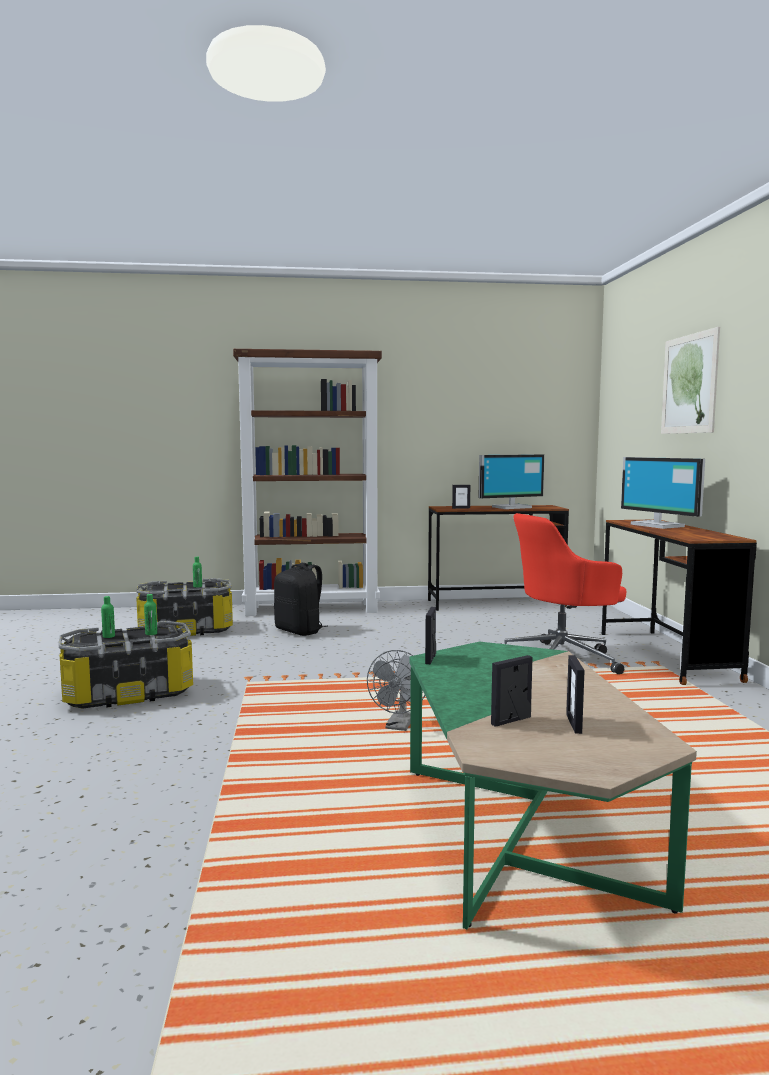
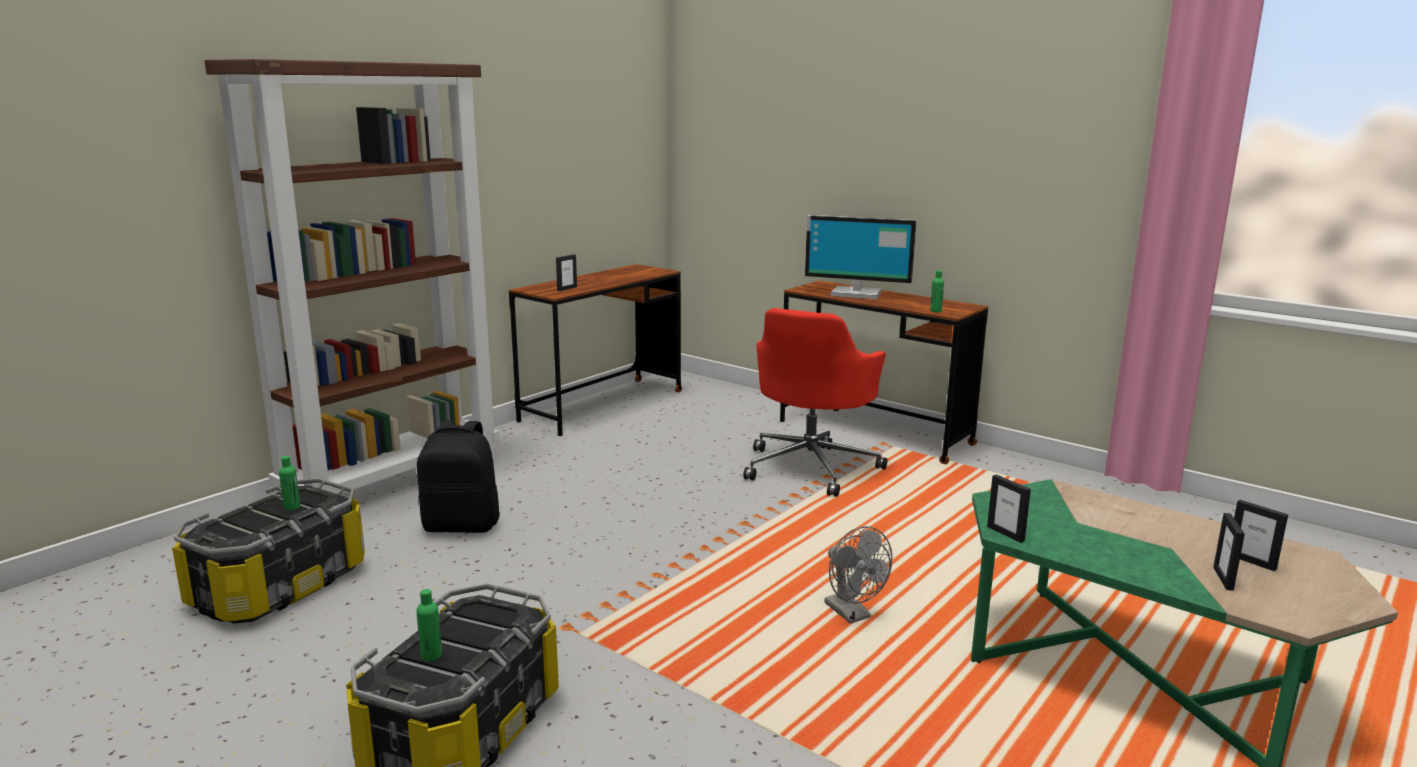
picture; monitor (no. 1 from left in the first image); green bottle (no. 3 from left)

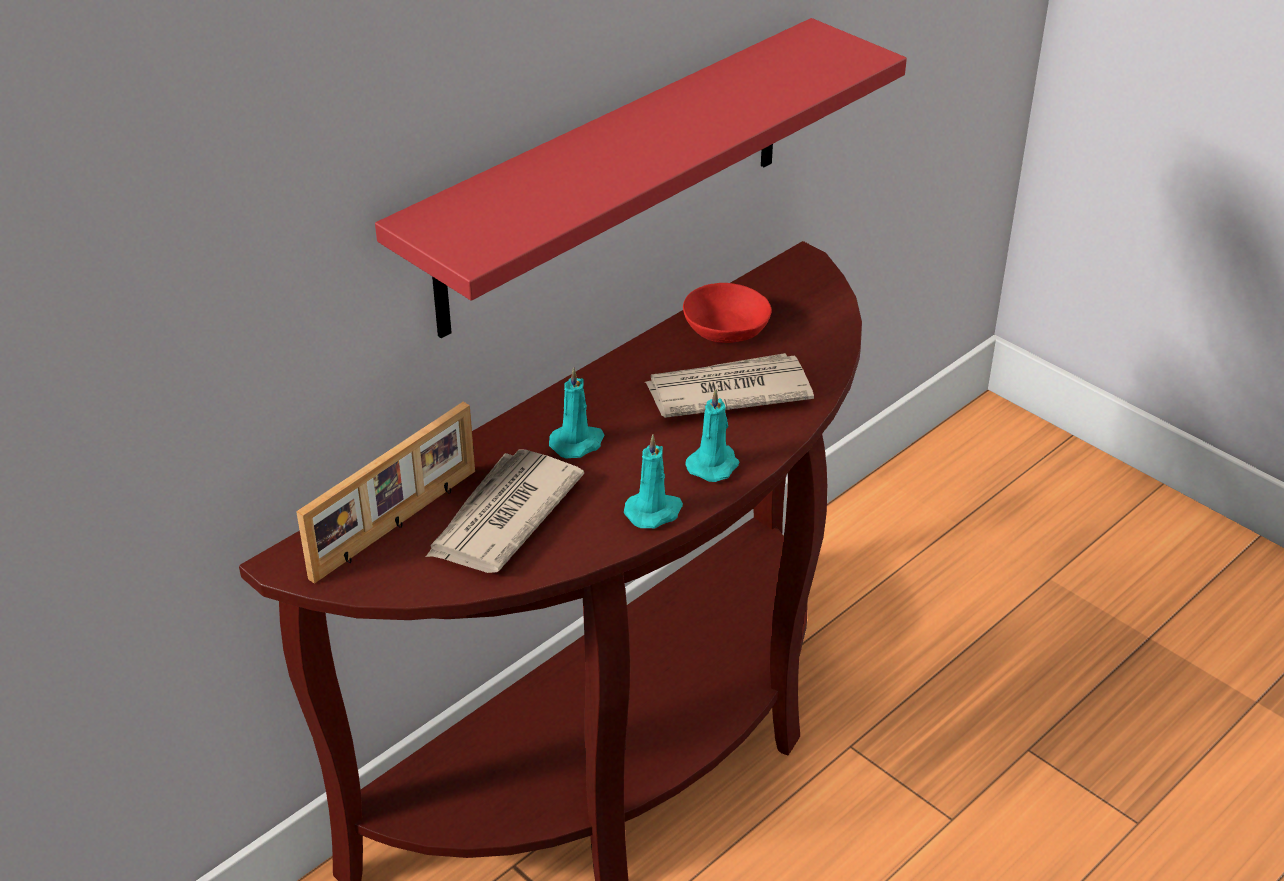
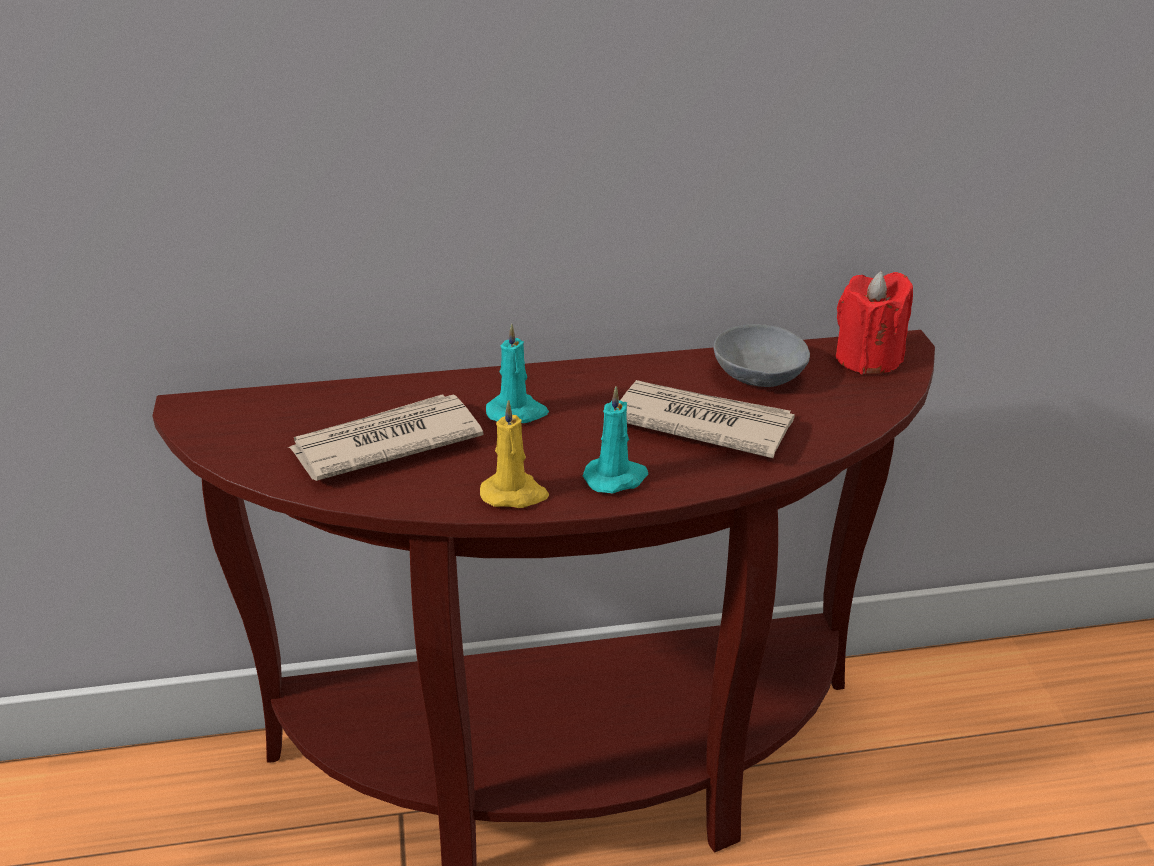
red shelf; grey bowl; picture frame; yellow candle; red candle

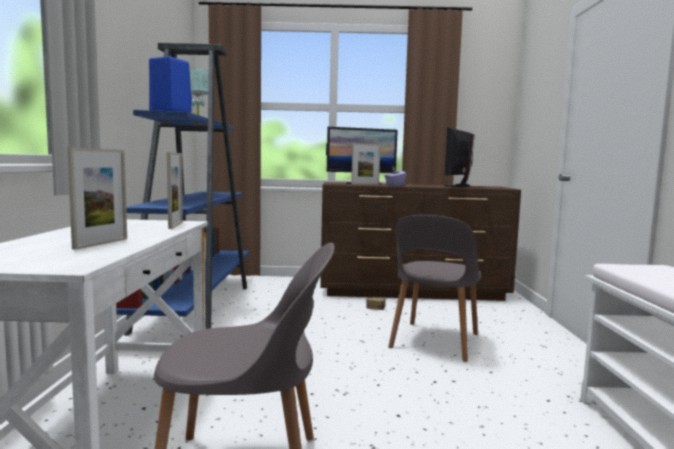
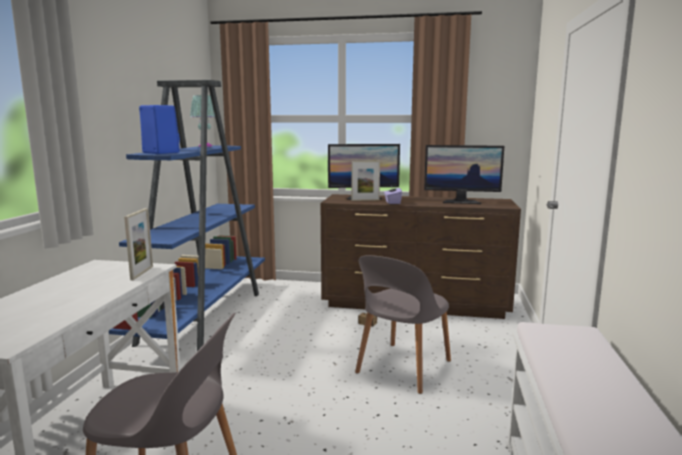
monitor (no. 2 from left); picture frame (no. 1 from left in the first image)

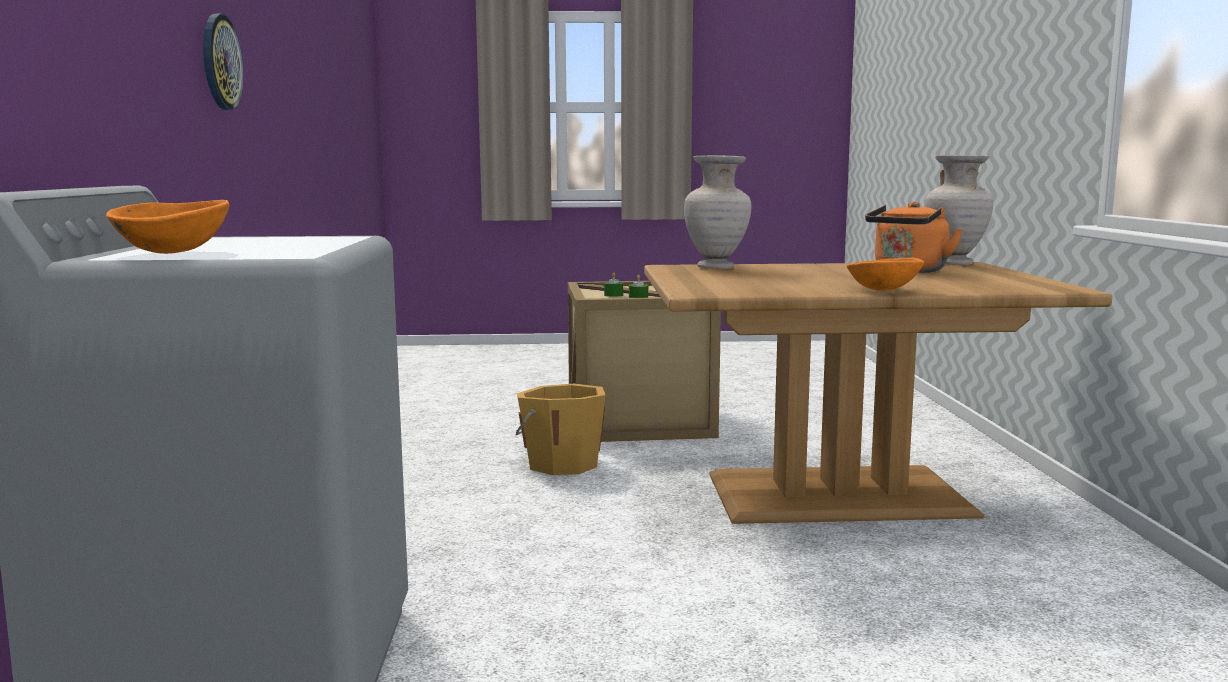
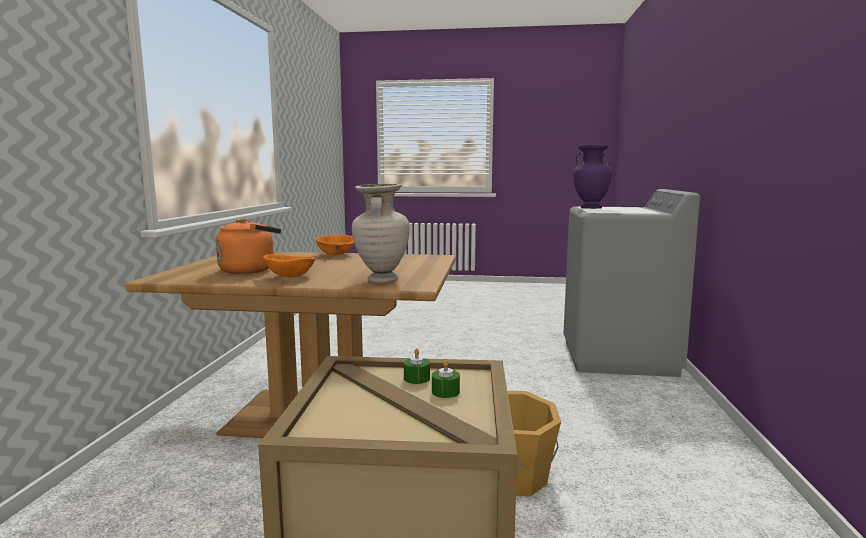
wall clock; beige vase (no. 2 from left in the first image); orange bowl (no. 1 from left); purple vase

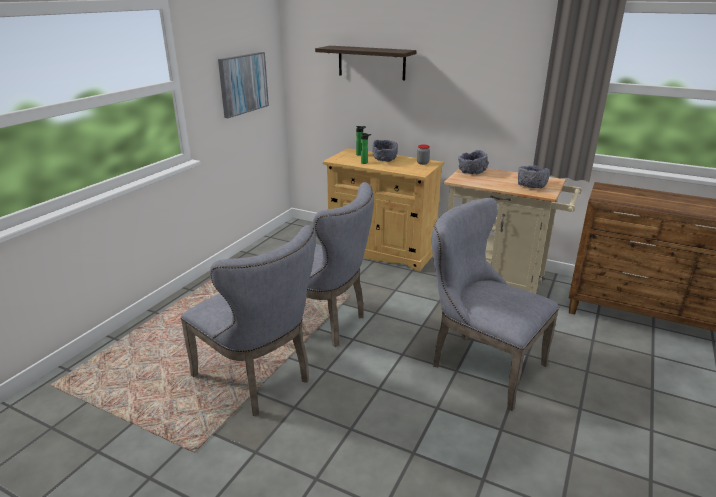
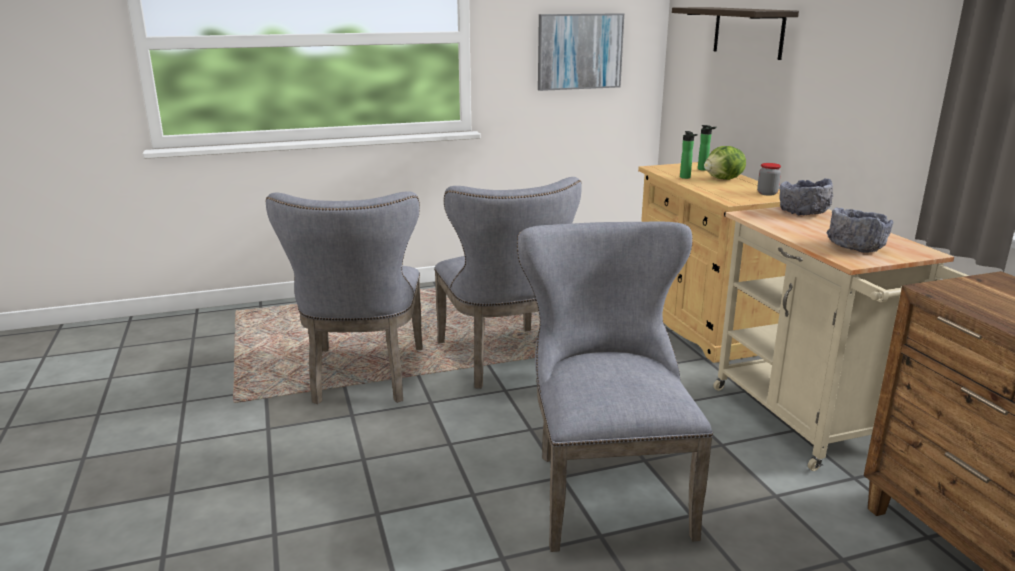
lettuce

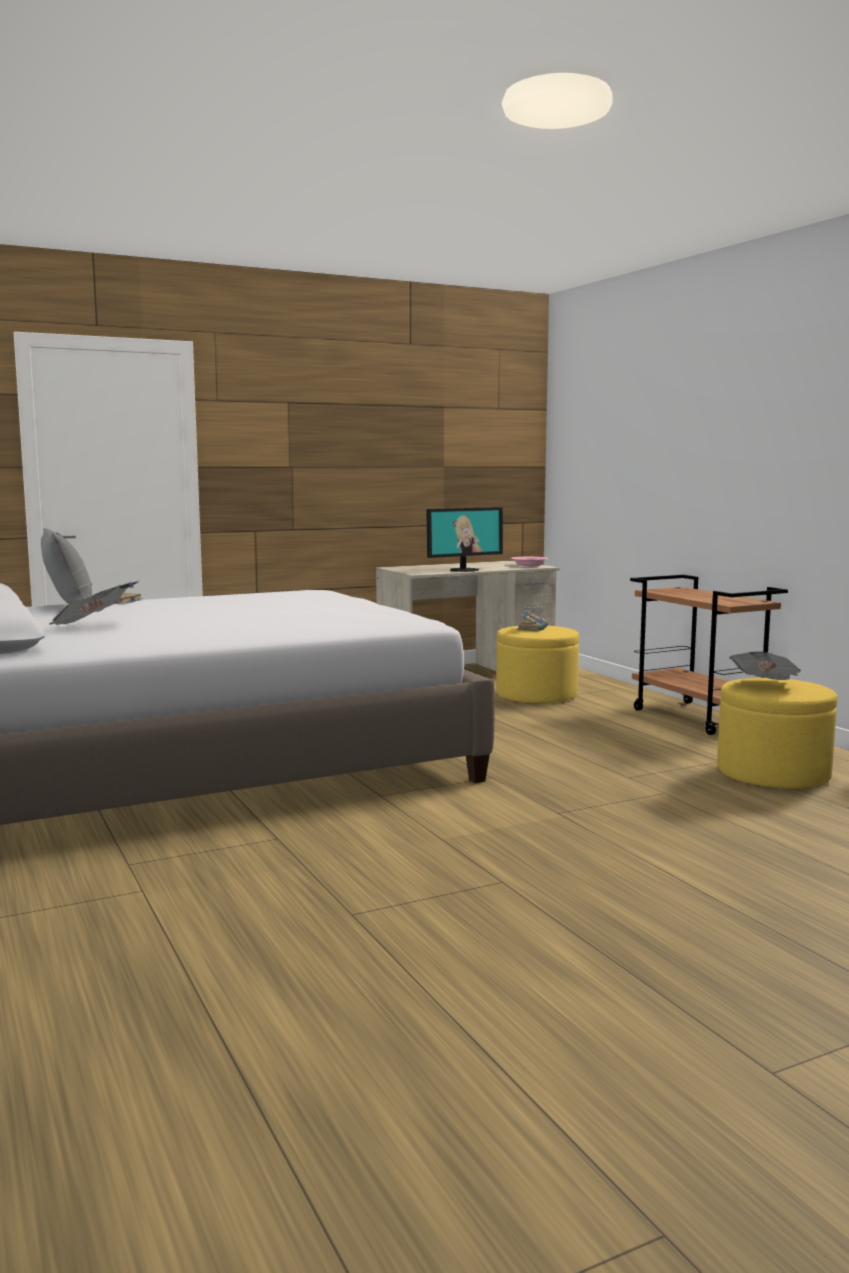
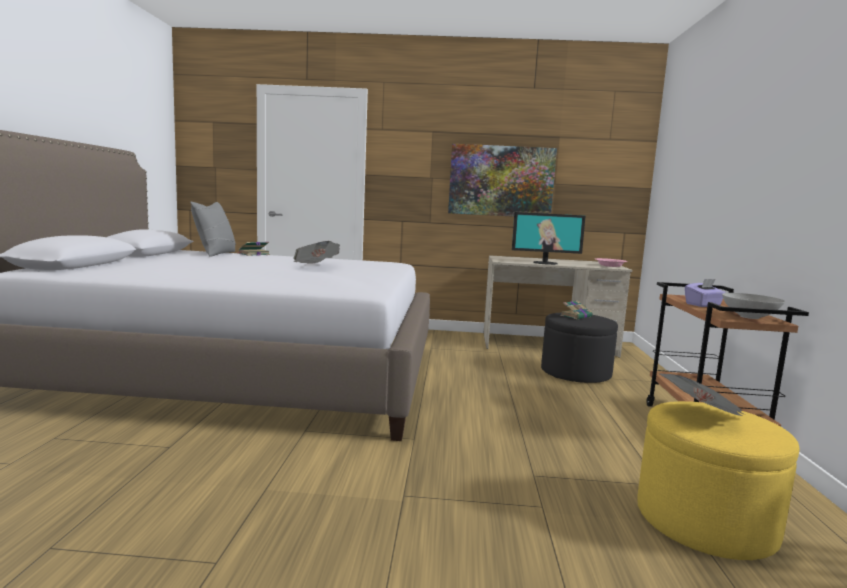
newspaper (no. 1 from left); black ottoman; picture; purple tissue box; grey bowl

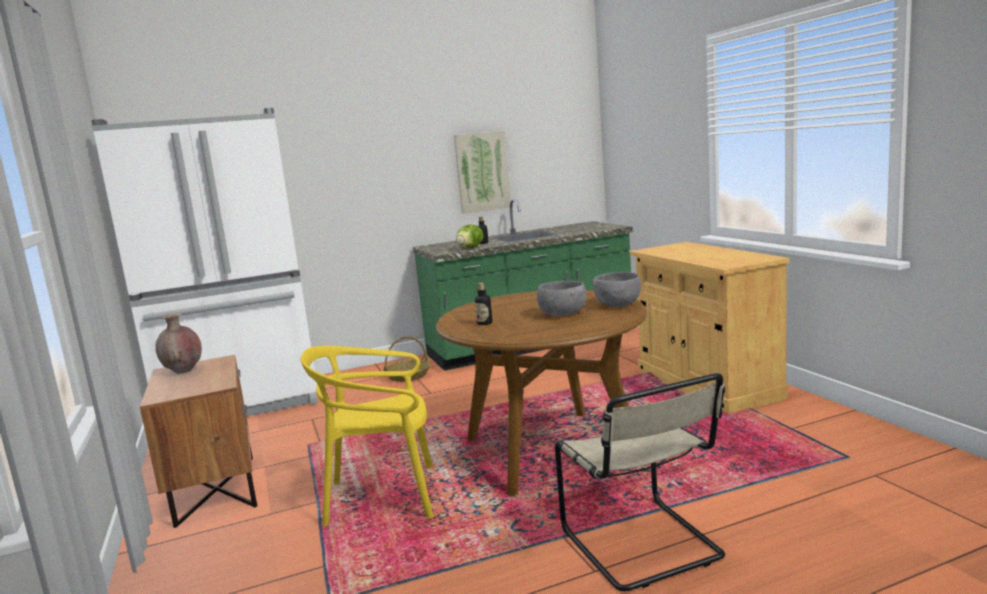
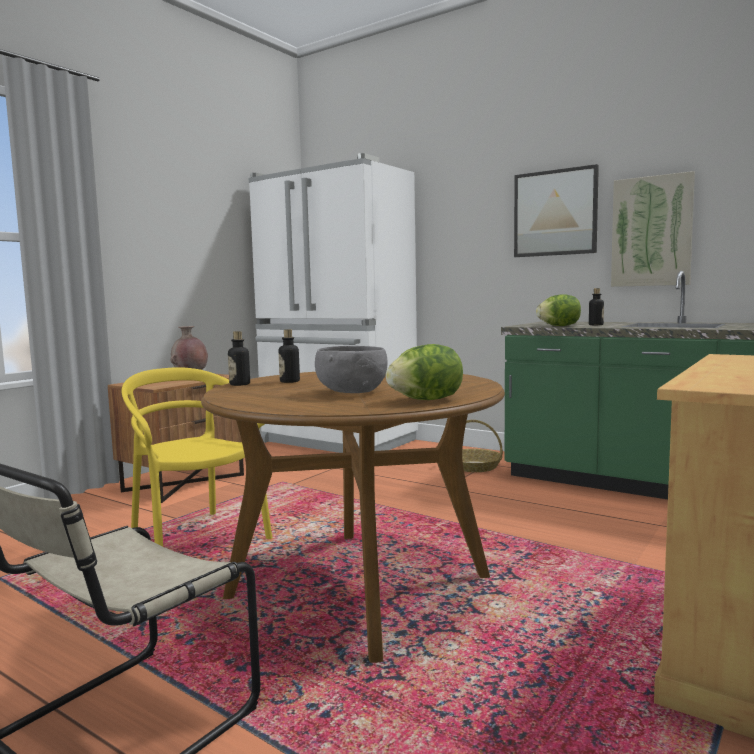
lettuce (no. 1 from left); picture (no. 1 from left); bottle (no. 1 from left)

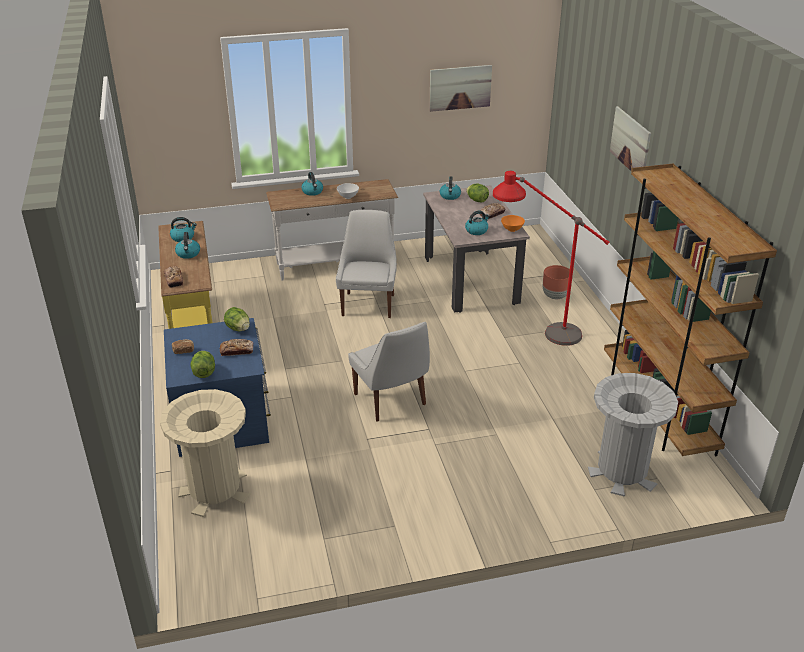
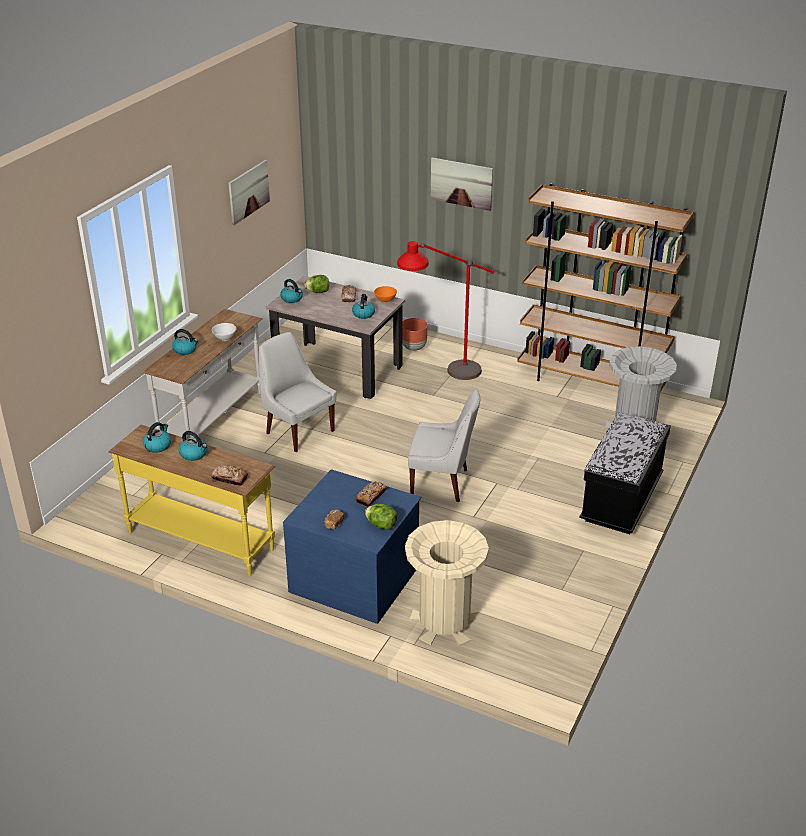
lettuce (no. 2 from left in the first image); black bench

